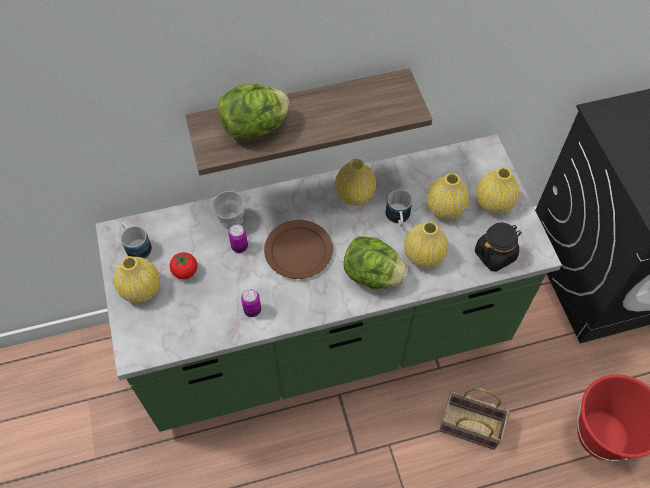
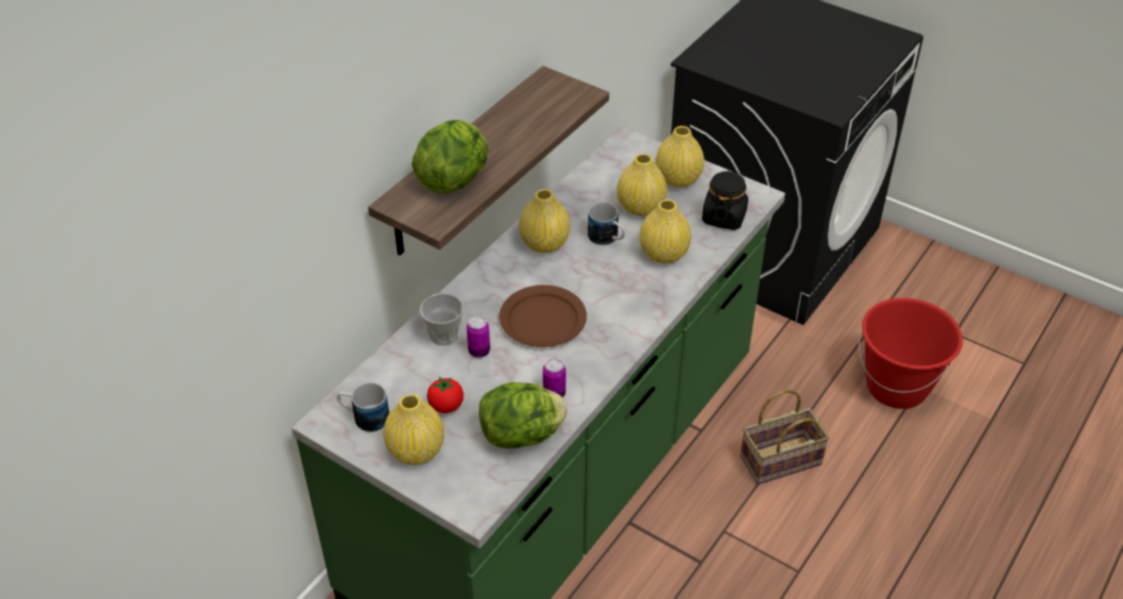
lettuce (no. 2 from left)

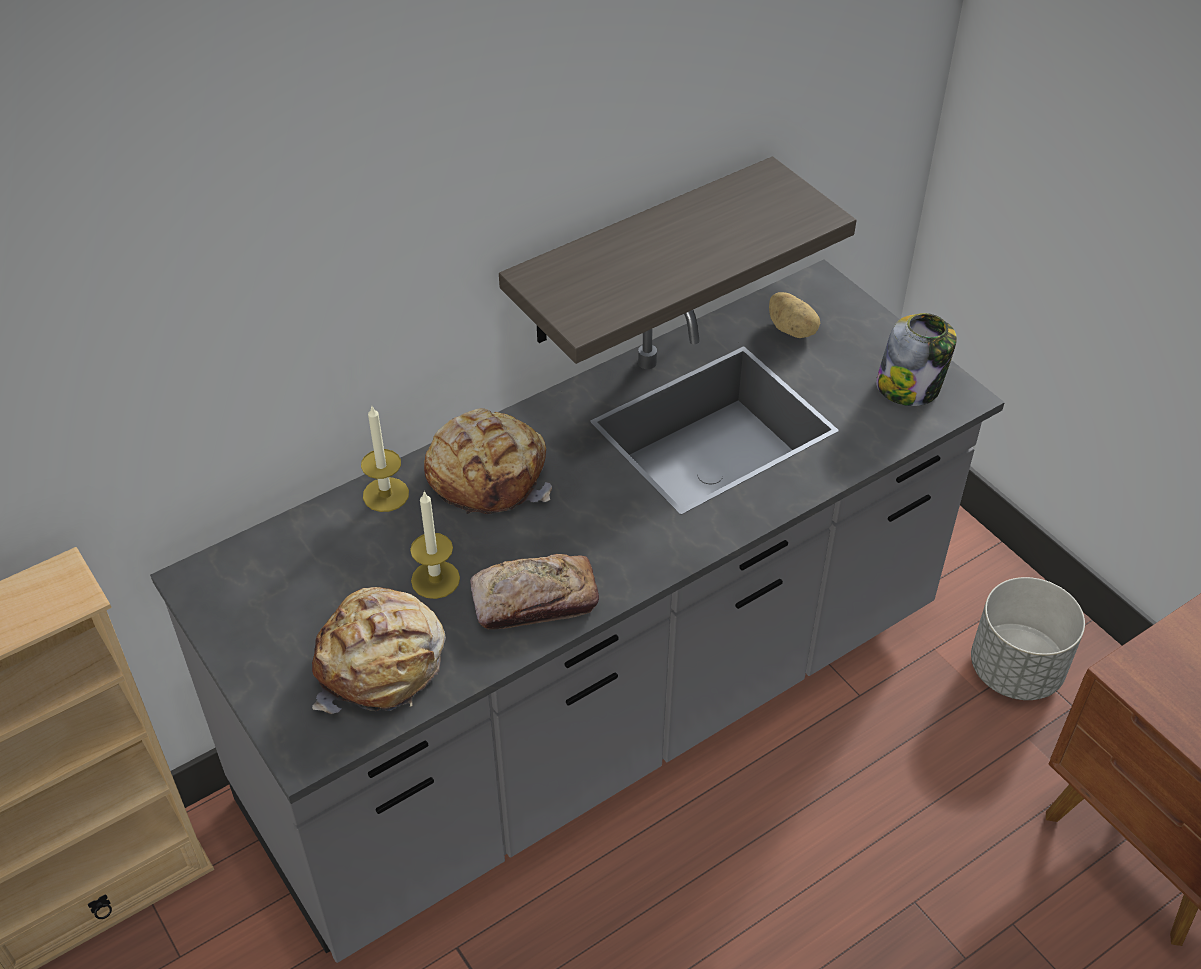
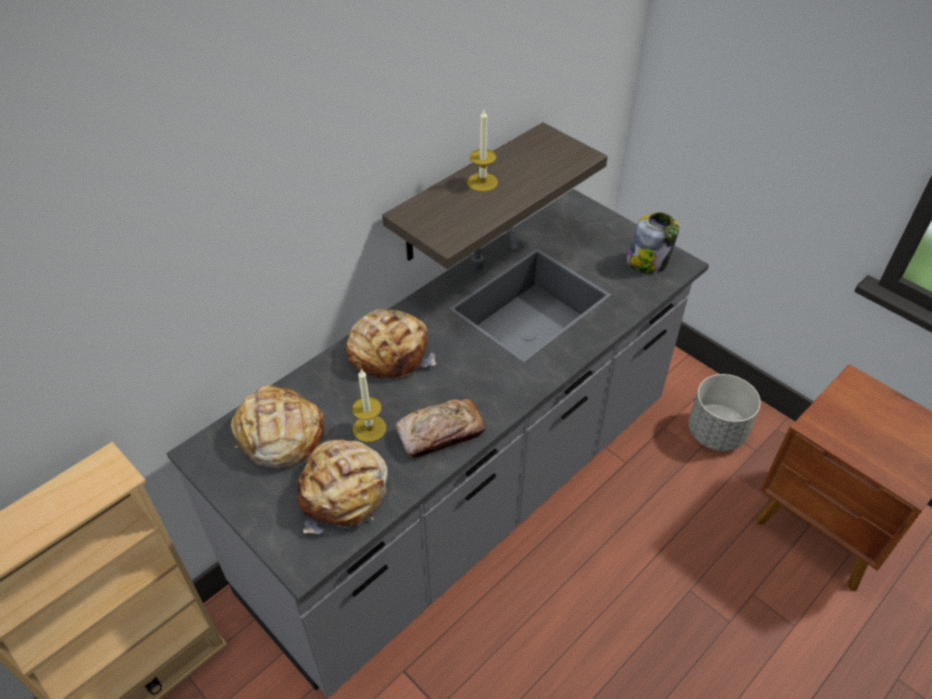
potato; candle (no. 2 from left); bread (no. 1 from left)

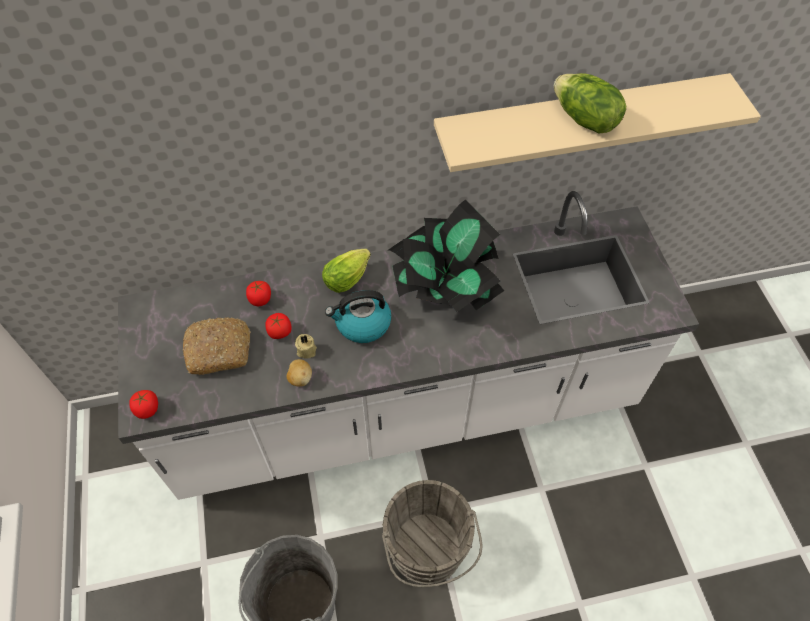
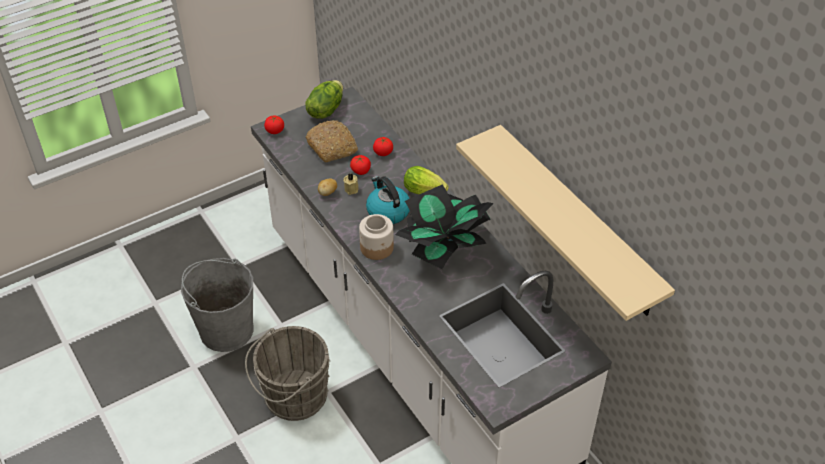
lettuce (no. 1 from left); jar

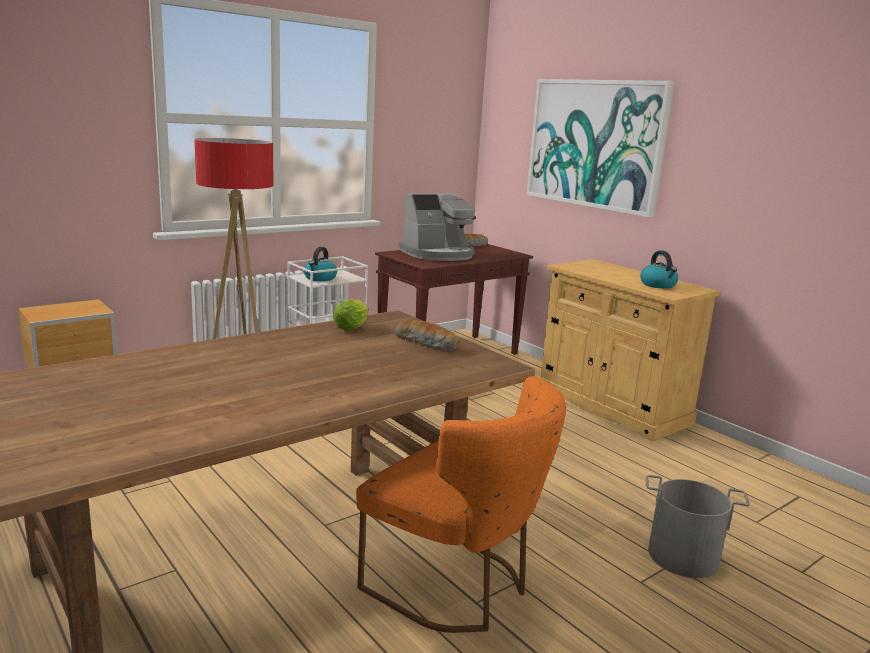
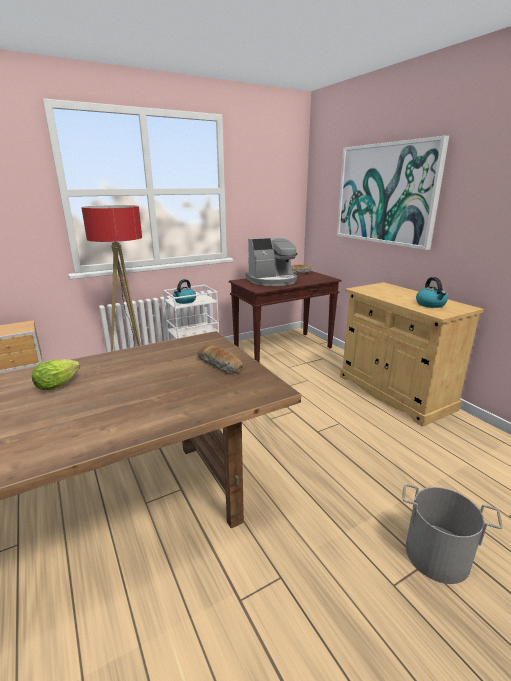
lettuce; orange chair

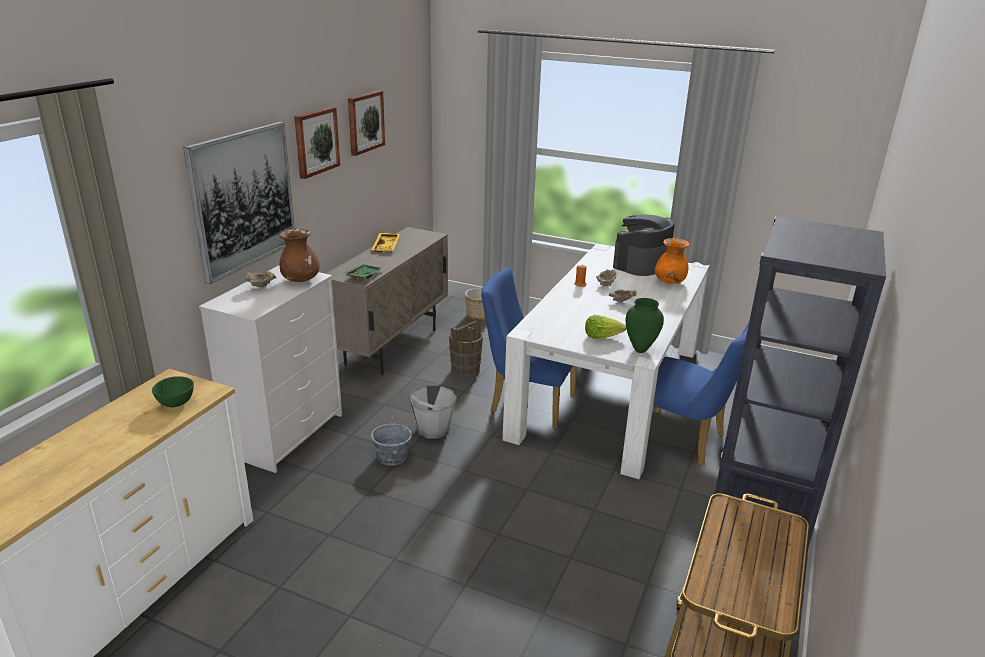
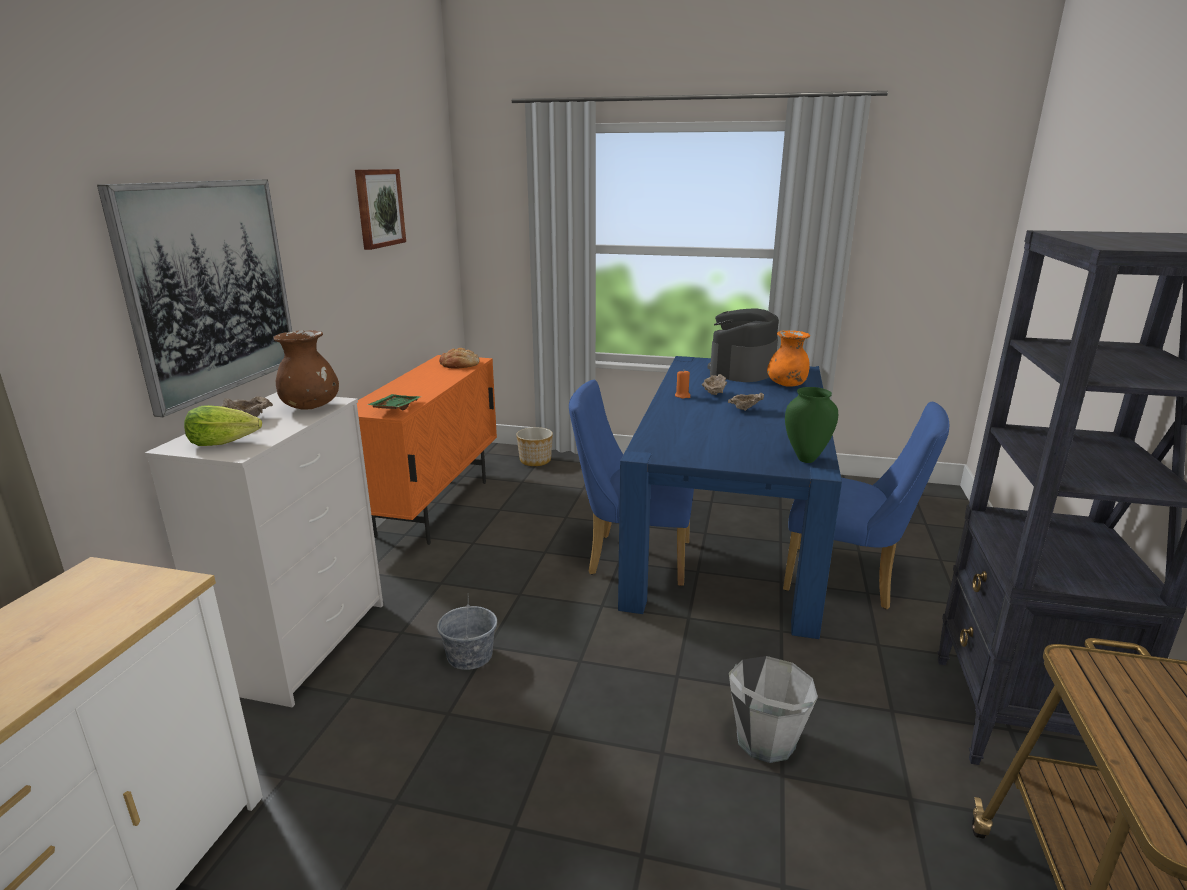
picture (no. 2 from left in the first image); orange cabinet; yellow tray; blue dining table; lettuce; brown bucket; green bowl; grey bucket (no. 2 from left); bread

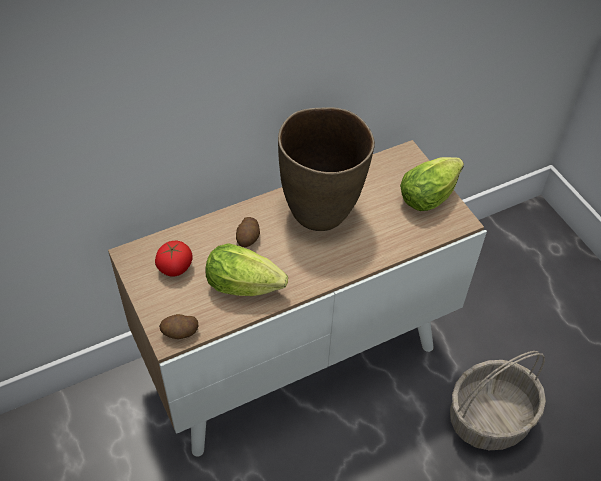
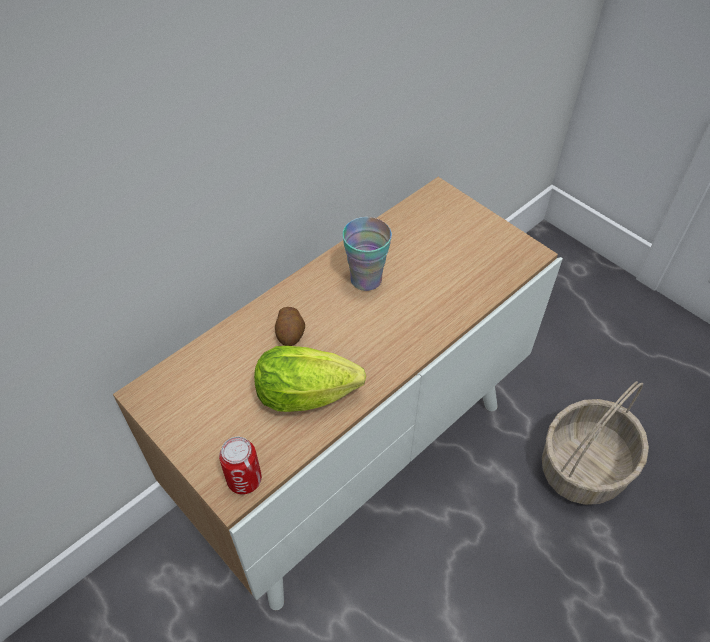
cup; lettuce (no. 2 from left in the first image); tomato; can

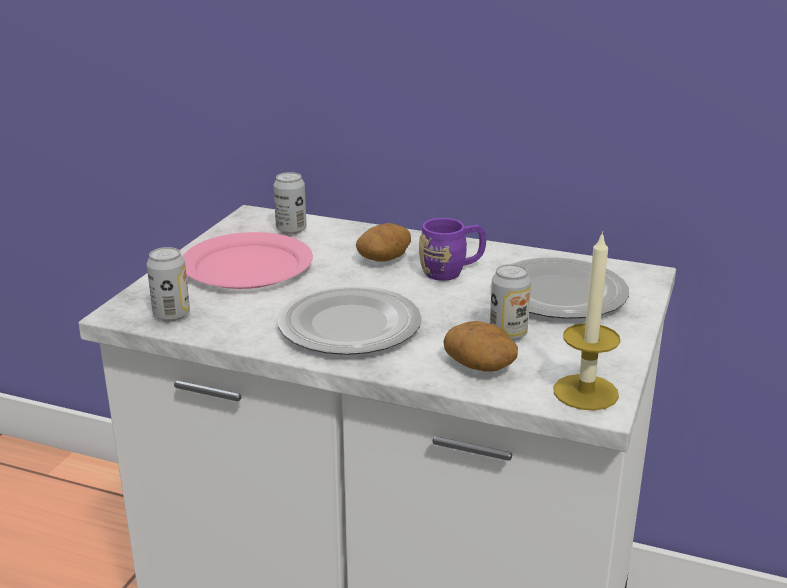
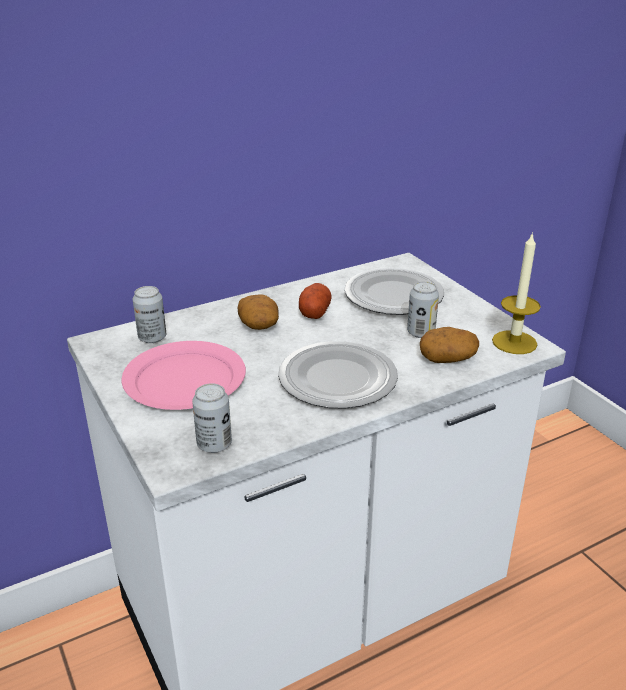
potato (no. 2 from left)

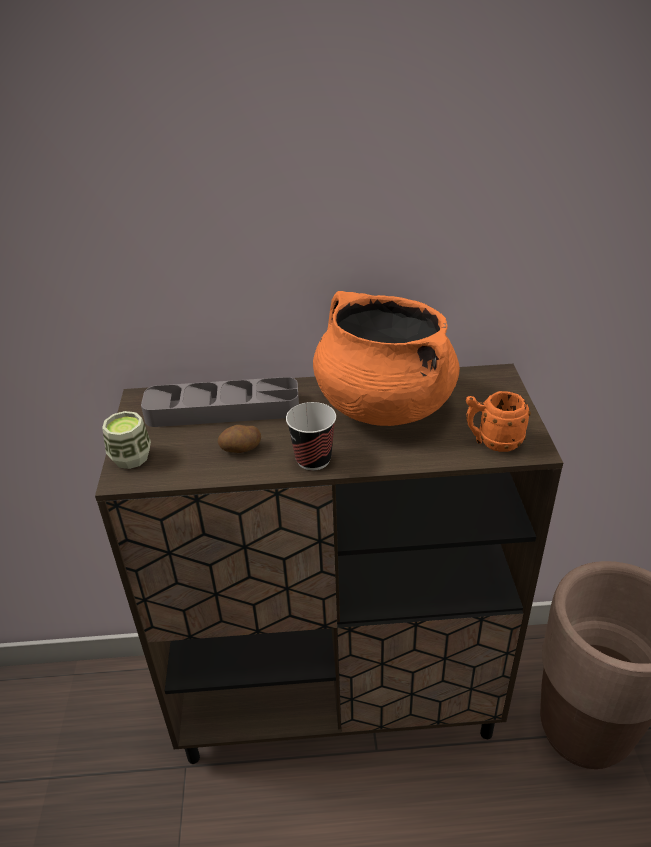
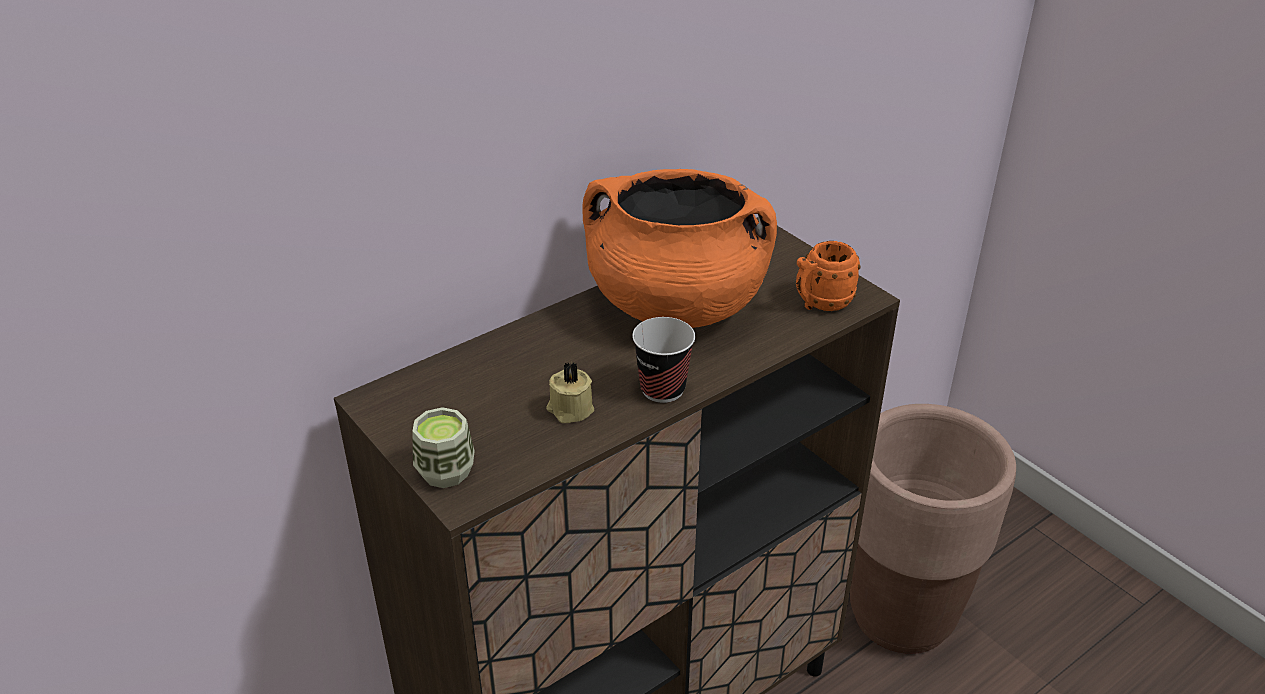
grey tray; beige candle

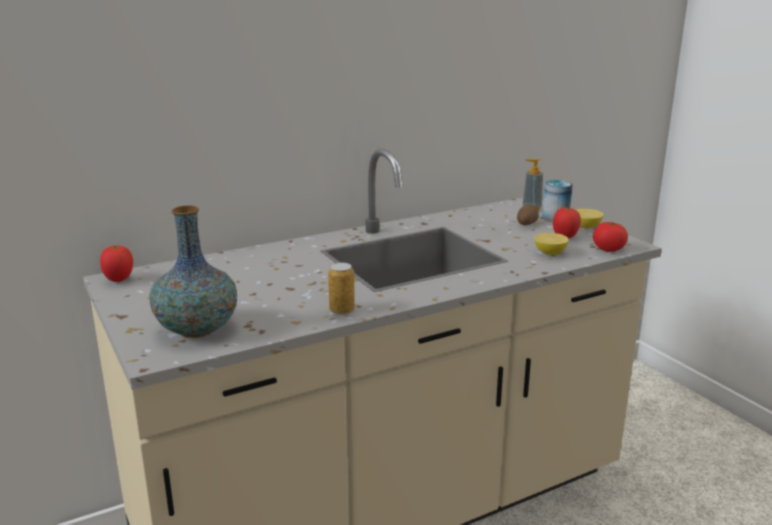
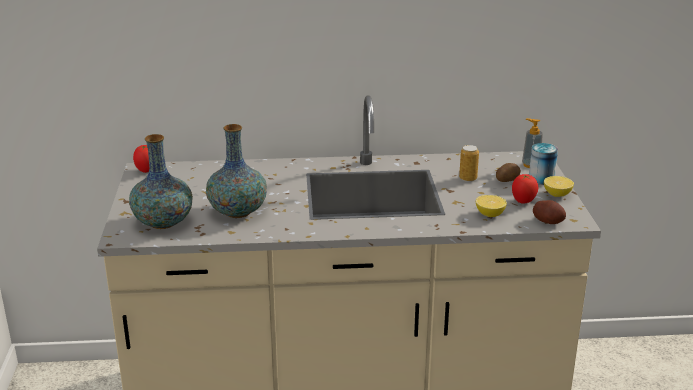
potato (no. 2 from left); can (no. 1 from left); vase (no. 2 from left)

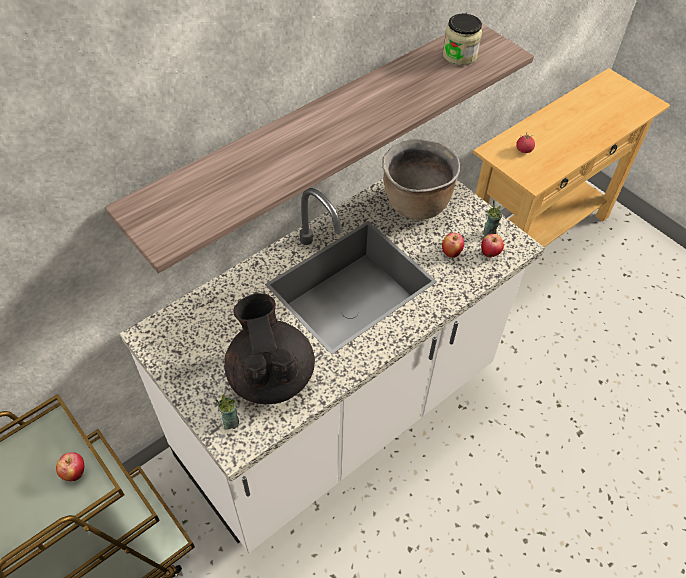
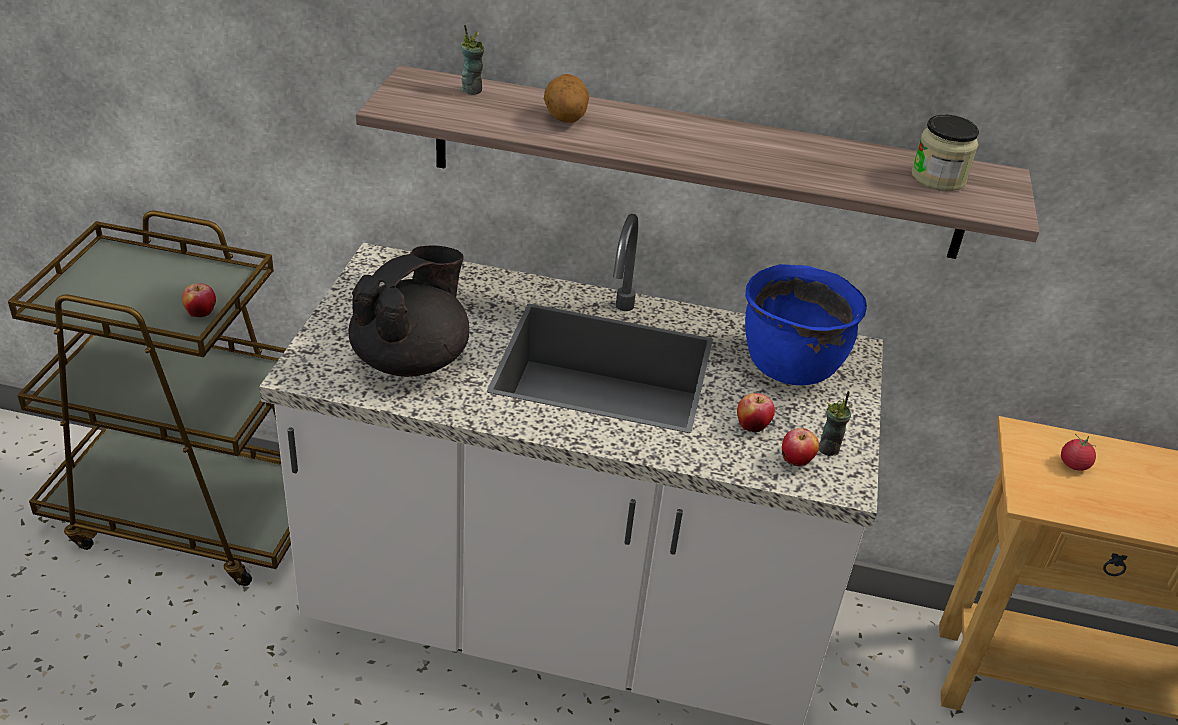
blue cooking pot; cup (no. 1 from left); potato

